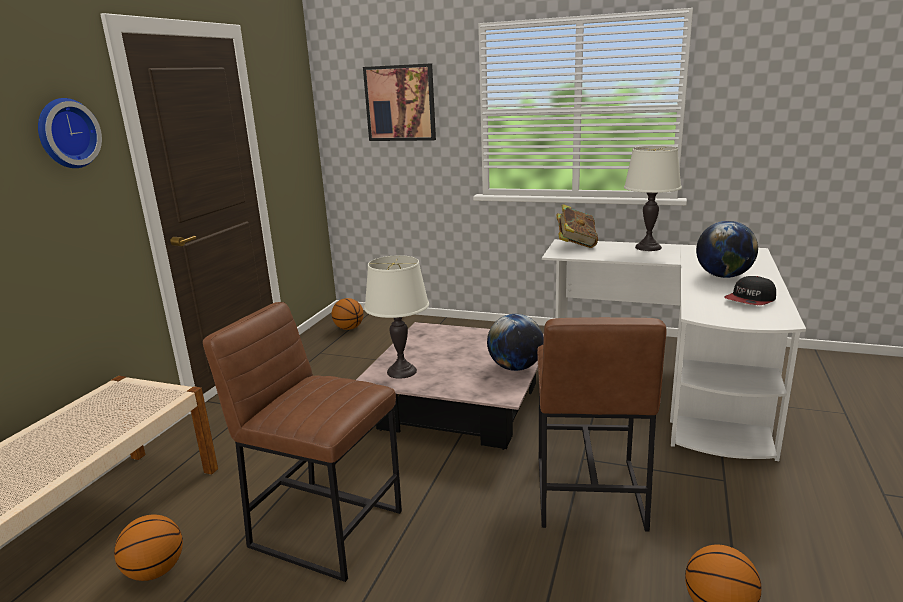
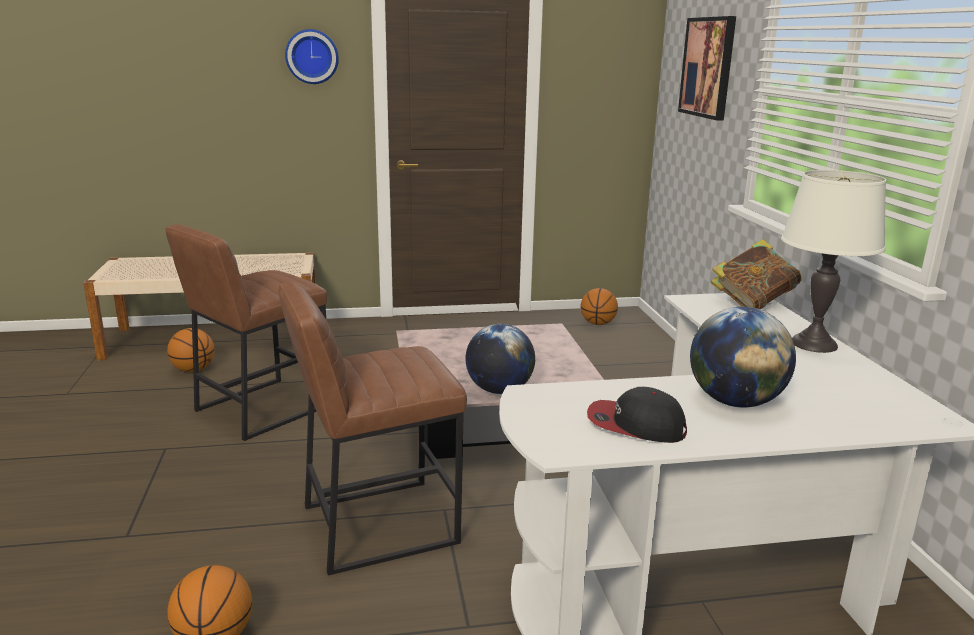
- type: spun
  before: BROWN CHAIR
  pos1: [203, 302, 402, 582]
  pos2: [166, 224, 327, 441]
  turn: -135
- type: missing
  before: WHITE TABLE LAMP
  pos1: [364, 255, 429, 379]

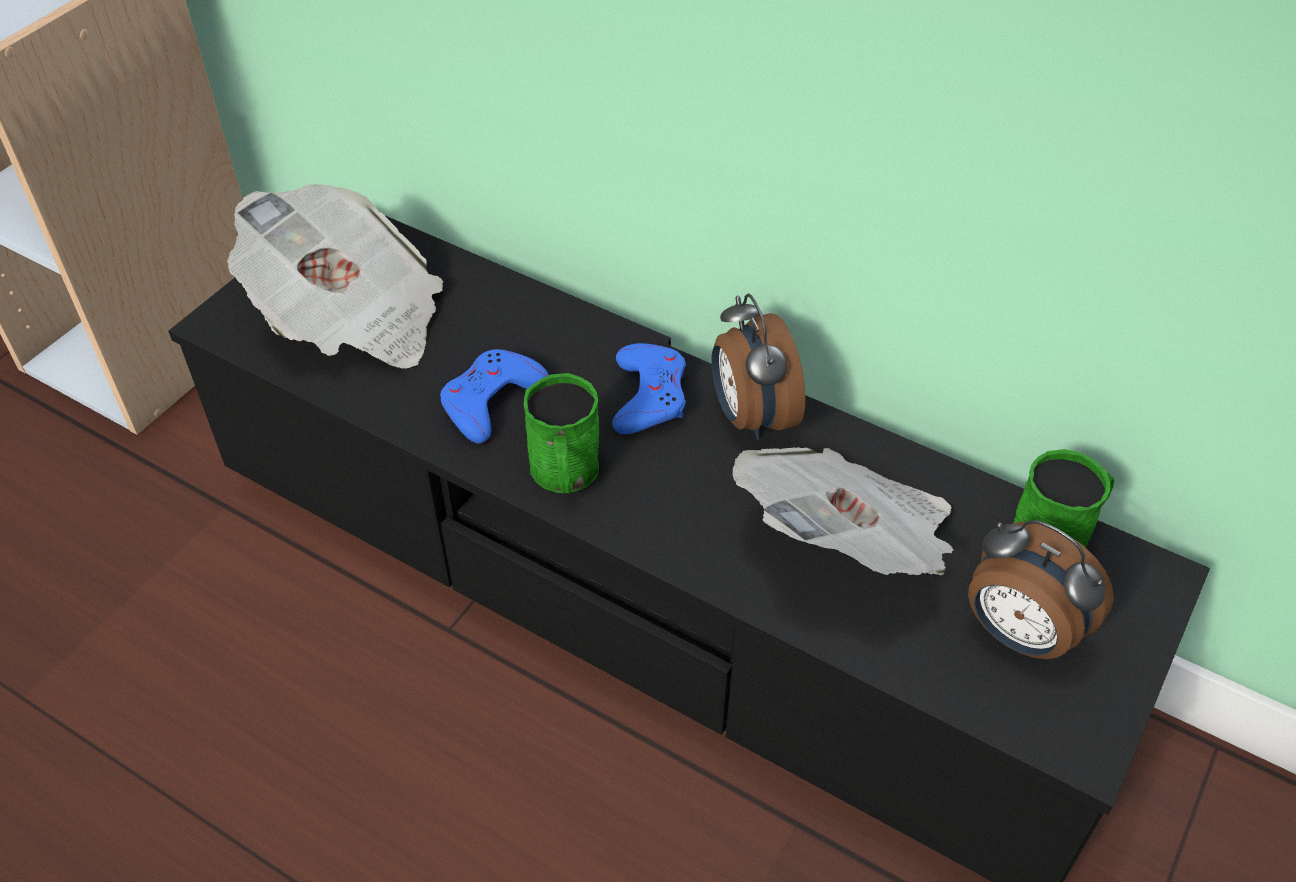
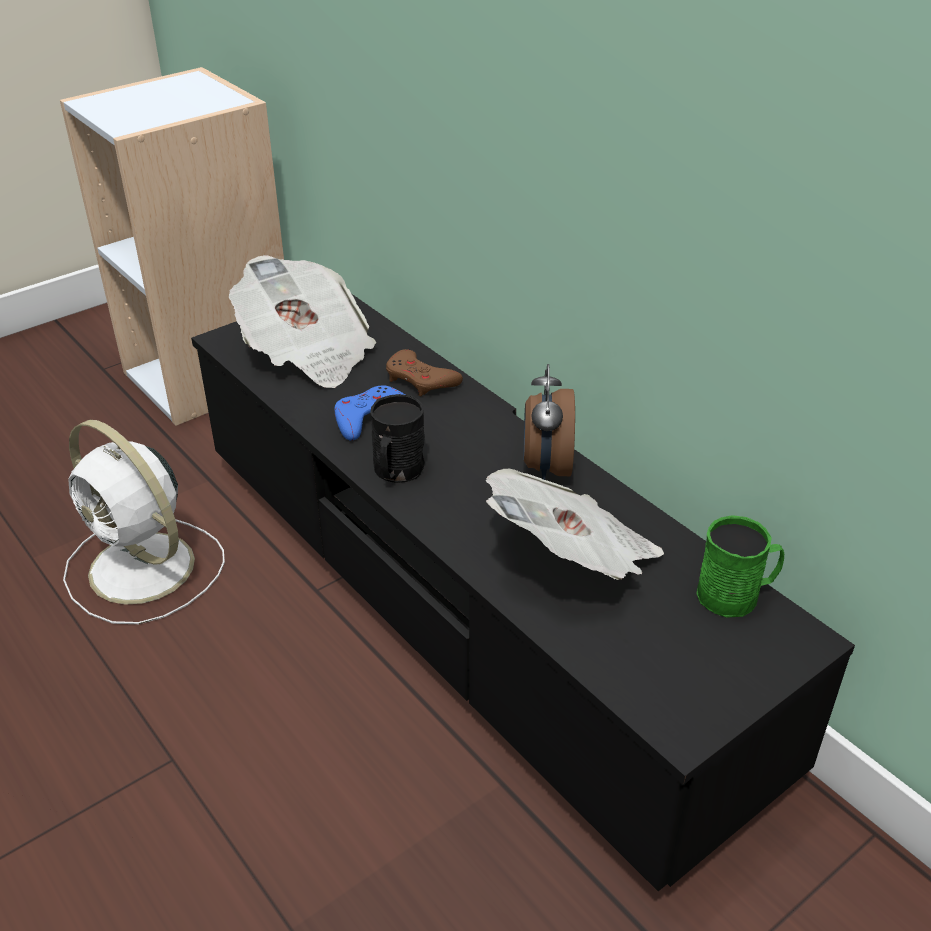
- type: colour
  before: GREEN MUG
  after: BLACK MUG
  pos1: [524, 373, 599, 494]
  pos2: [370, 394, 425, 483]
- type: missing
  before: BLUE GAME CONTROLLER
  pos1: [612, 343, 686, 434]
- type: missing
  before: ALARM CLOCK
  pos1: [968, 520, 1114, 659]
- type: appeared
  after: WHITE FAN
  pos2: [63, 420, 225, 624]
- type: appeared
  after: BROWN GAME CONTROLLER
  pos2: [386, 349, 463, 396]

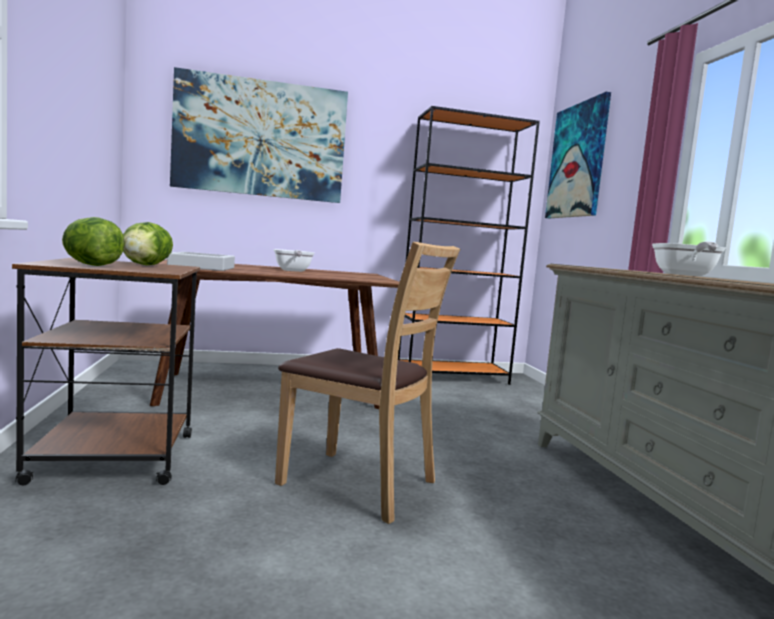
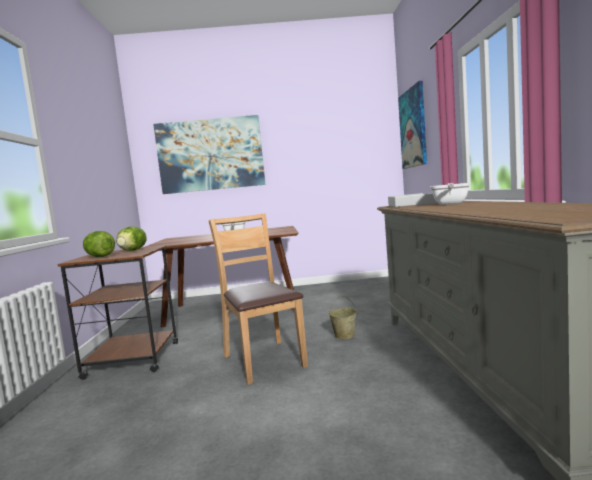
- type: relocated
  before: GREY TRAY
  pos1: [167, 252, 235, 271]
  pos2: [388, 193, 437, 207]
- type: spun
  before: BROWN CHAIR
  pos1: [275, 242, 460, 524]
  pos2: [209, 213, 308, 385]
  turn: -150
- type: missing
  before: ORANGE BOOKCASE
  pos1: [398, 106, 540, 385]
- type: appeared
  after: BEIGE BUCKET
  pos2: [329, 296, 357, 339]

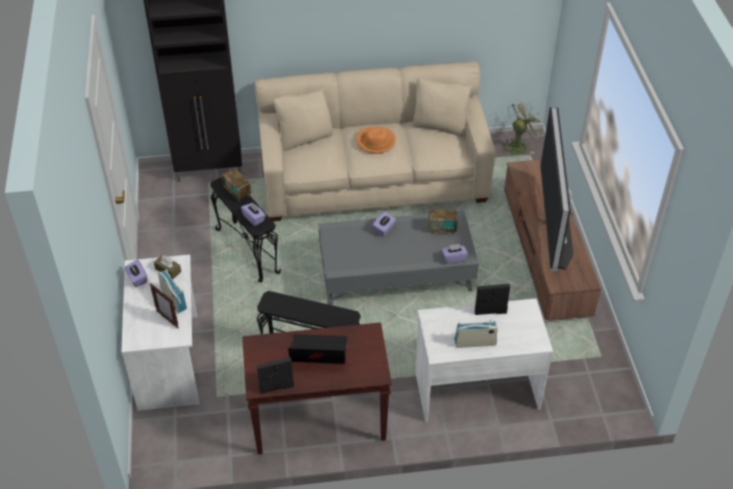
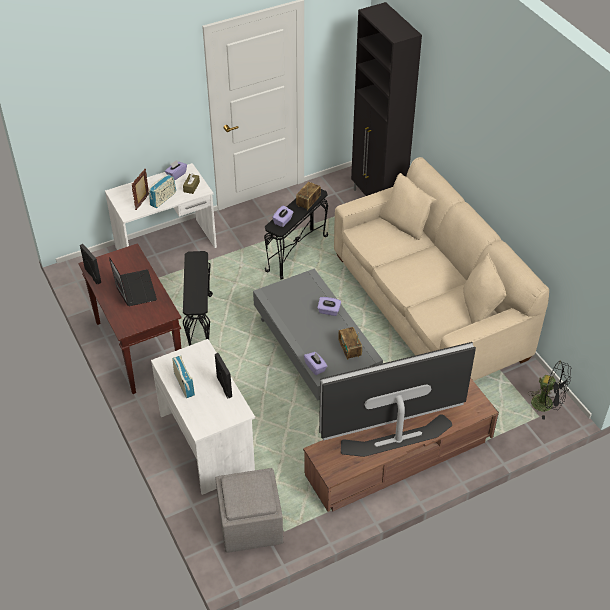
- type: missing
  before: ORANGE HAT
  pos1: [356, 127, 396, 154]
- type: colour
  before: GREEN FAN
  after: BLACK FAN
  pos1: [501, 100, 545, 155]
  pos2: [527, 360, 571, 419]
- type: appeared
  after: GREY OTTOMAN
  pos2: [215, 468, 283, 553]

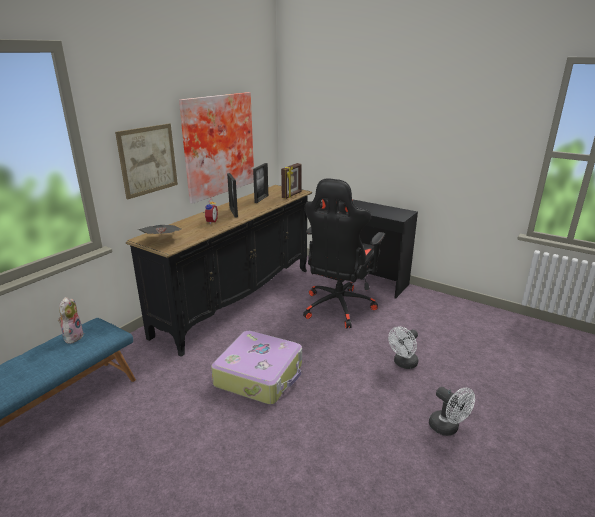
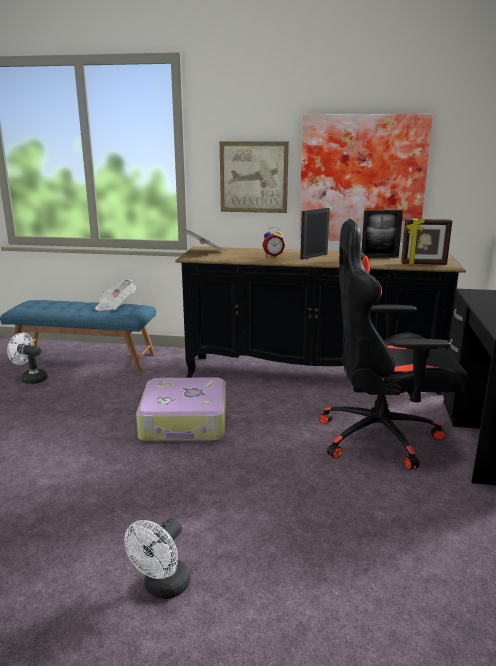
- type: exchanged
  before: PLUSH TOY
  after: NEWSPAPER
  pos1: [58, 297, 84, 344]
  pos2: [95, 279, 136, 311]
- type: relocated
  before: WHITE FAN
  pos1: [388, 326, 419, 369]
  pos2: [7, 333, 48, 384]

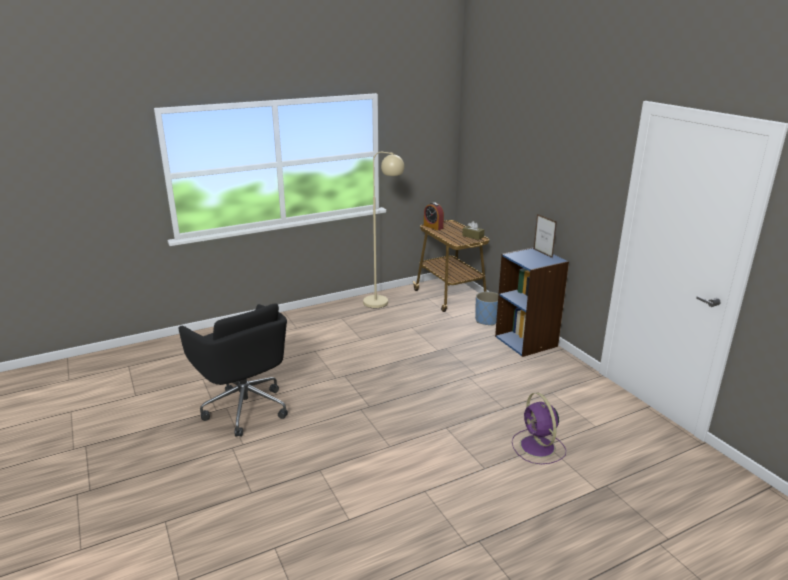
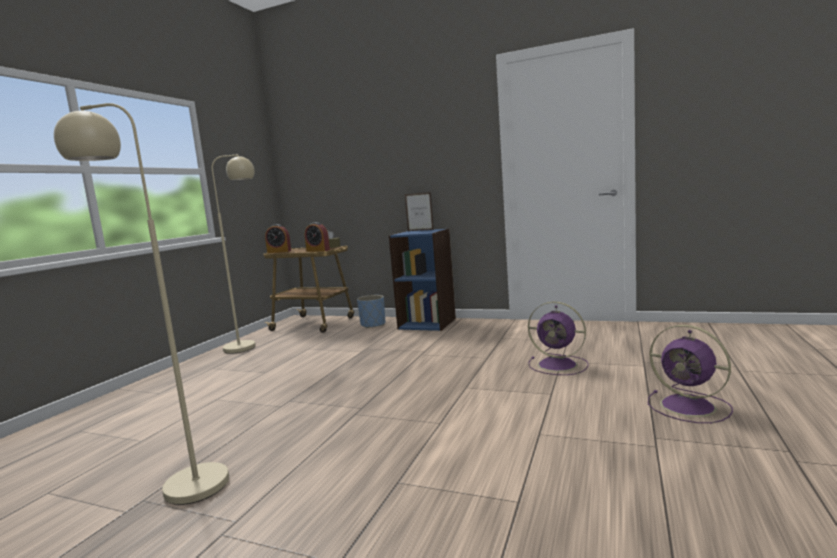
- type: exchanged
  before: BLACK OFFICE CHAIR
  after: BEIGE FLOOR LAMP
  pos1: [179, 303, 288, 437]
  pos2: [54, 103, 229, 505]
- type: appeared
  after: ALARM CLOCK
  pos2: [305, 222, 330, 252]
- type: appeared
  after: PURPLE FAN
  pos2: [648, 325, 733, 423]

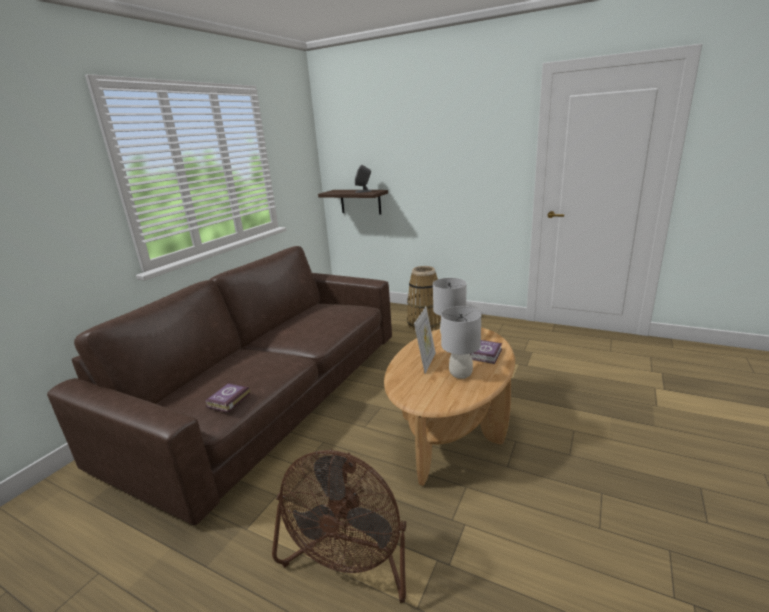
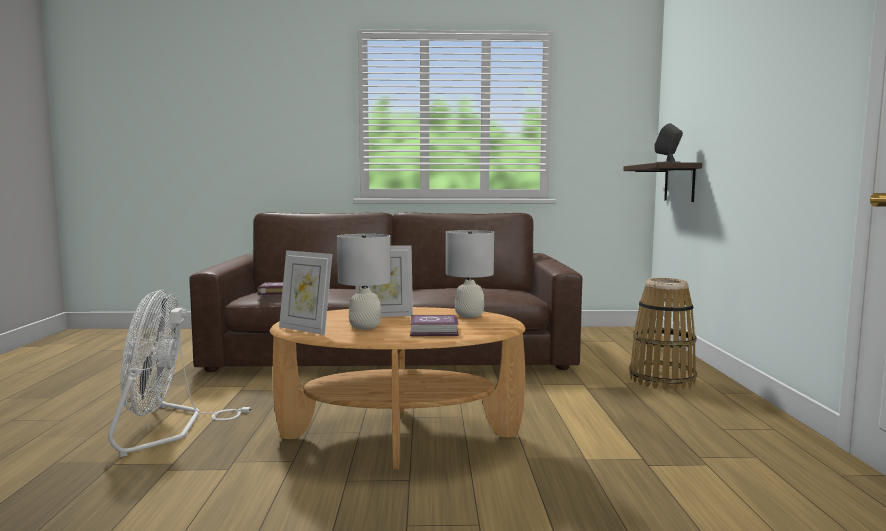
- type: colour
  before: BROWN FAN
  after: WHITE FAN
  pos1: [272, 449, 406, 603]
  pos2: [108, 290, 252, 457]
- type: appeared
  after: PICTURE FRAME
  pos2: [279, 250, 332, 335]

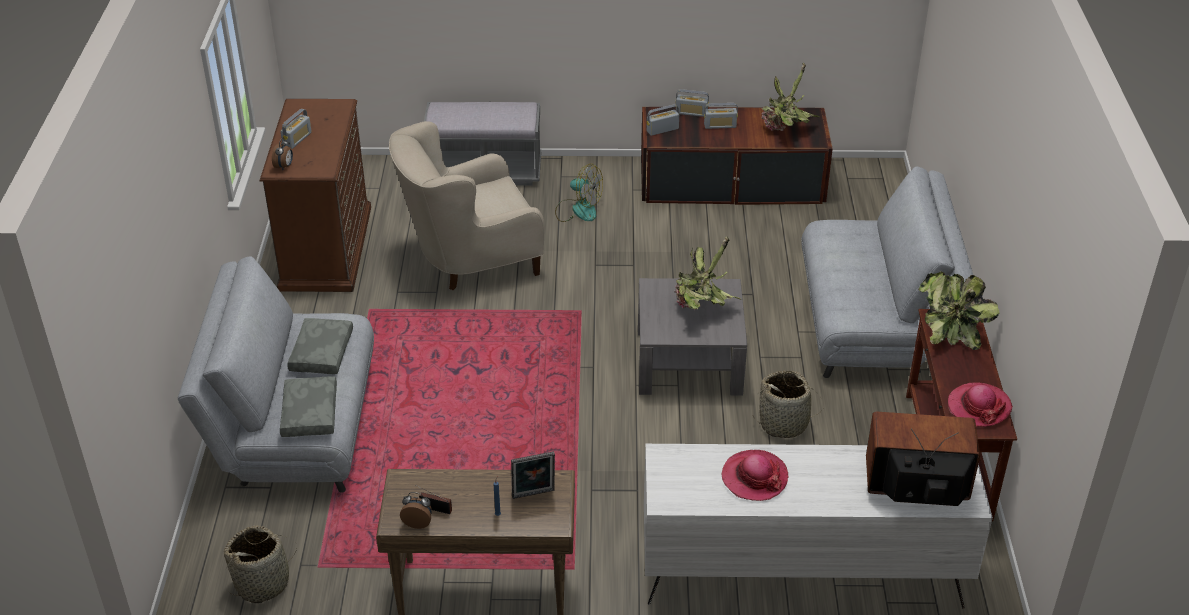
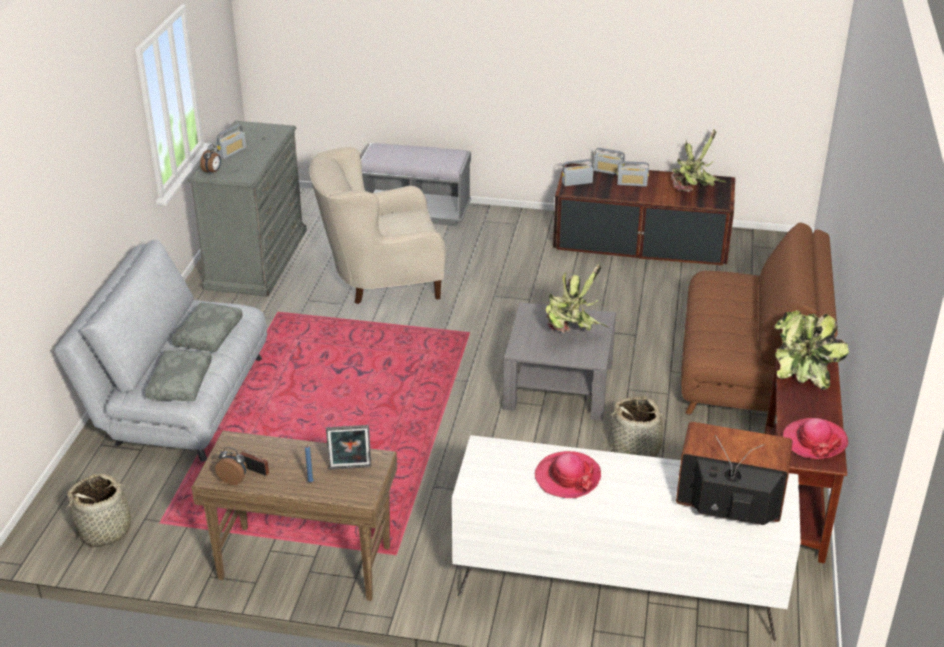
- type: colour
  before: BROWN DRESSER
  after: GREY DRESSER
  pos1: [259, 99, 371, 292]
  pos2: [188, 121, 307, 296]
- type: missing
  before: FAN
  pos1: [555, 164, 603, 222]
- type: colour
  before: GREY SOFA
  after: BROWN SOFA
  pos1: [801, 167, 973, 378]
  pos2: [681, 223, 838, 417]

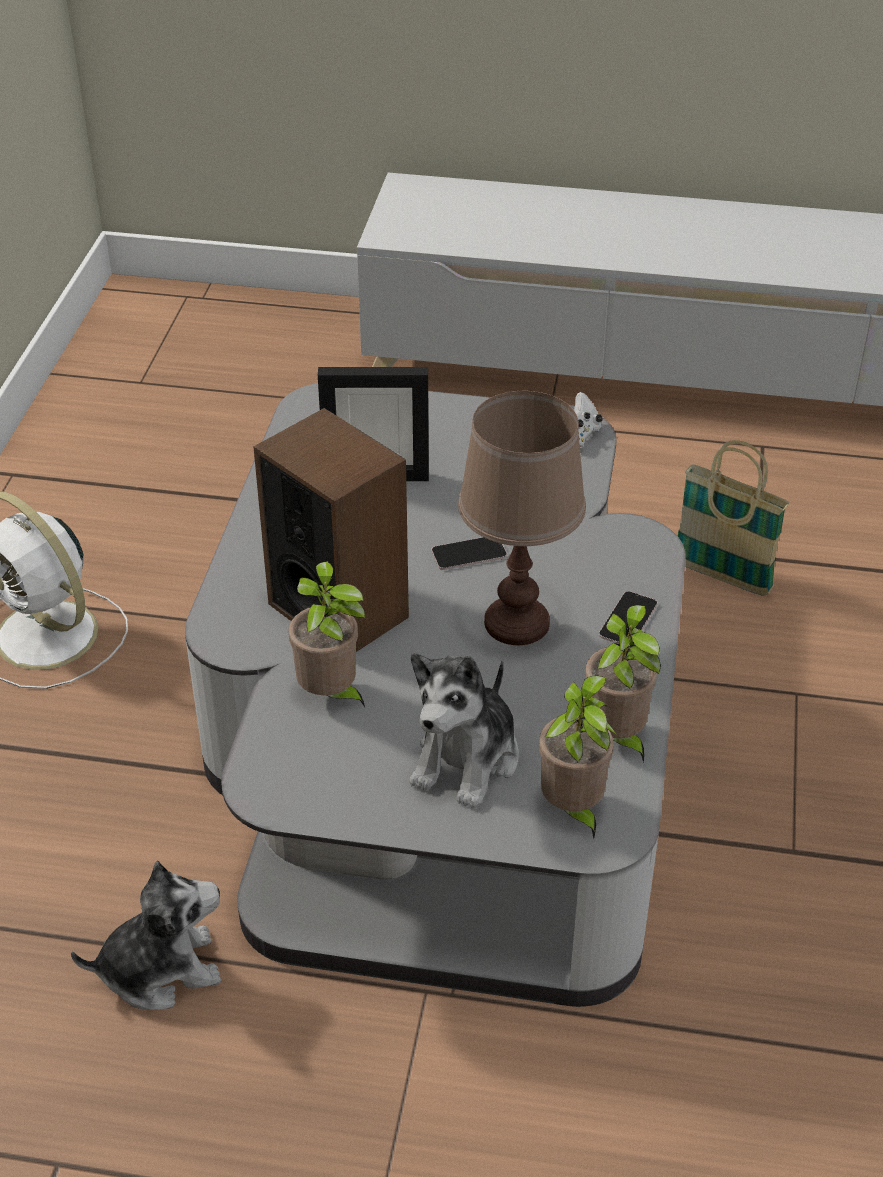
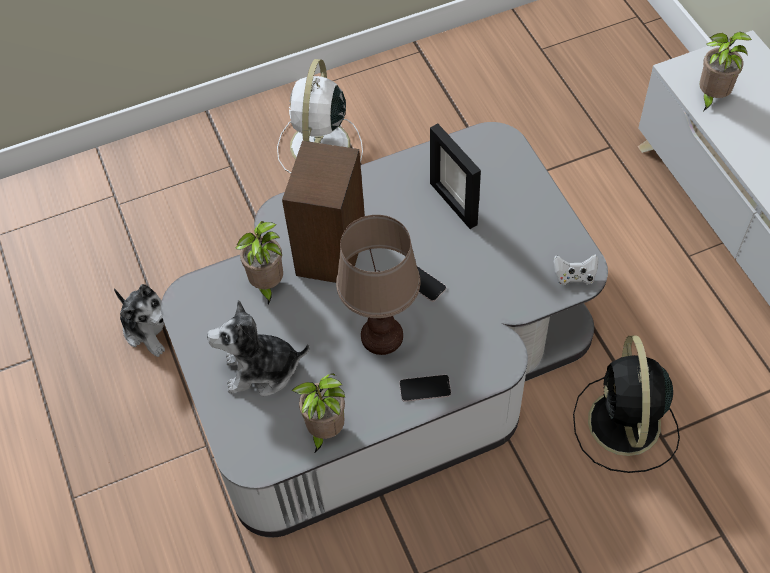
- type: relocated
  before: POTTED PLANT
  pos1: [539, 676, 617, 838]
  pos2: [699, 32, 752, 111]
- type: exchanged
  before: BASKET
  after: BLACK FAN
  pos1: [678, 440, 789, 596]
  pos2: [573, 336, 680, 473]

